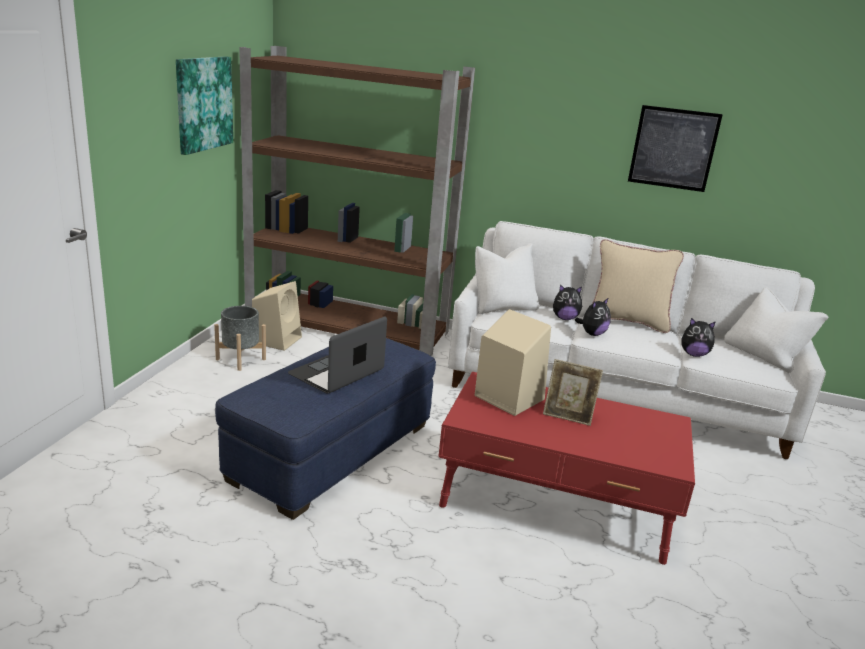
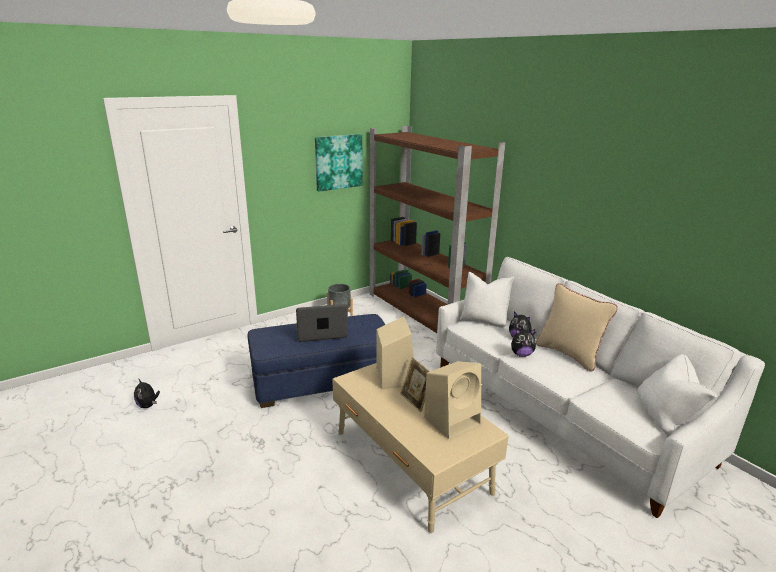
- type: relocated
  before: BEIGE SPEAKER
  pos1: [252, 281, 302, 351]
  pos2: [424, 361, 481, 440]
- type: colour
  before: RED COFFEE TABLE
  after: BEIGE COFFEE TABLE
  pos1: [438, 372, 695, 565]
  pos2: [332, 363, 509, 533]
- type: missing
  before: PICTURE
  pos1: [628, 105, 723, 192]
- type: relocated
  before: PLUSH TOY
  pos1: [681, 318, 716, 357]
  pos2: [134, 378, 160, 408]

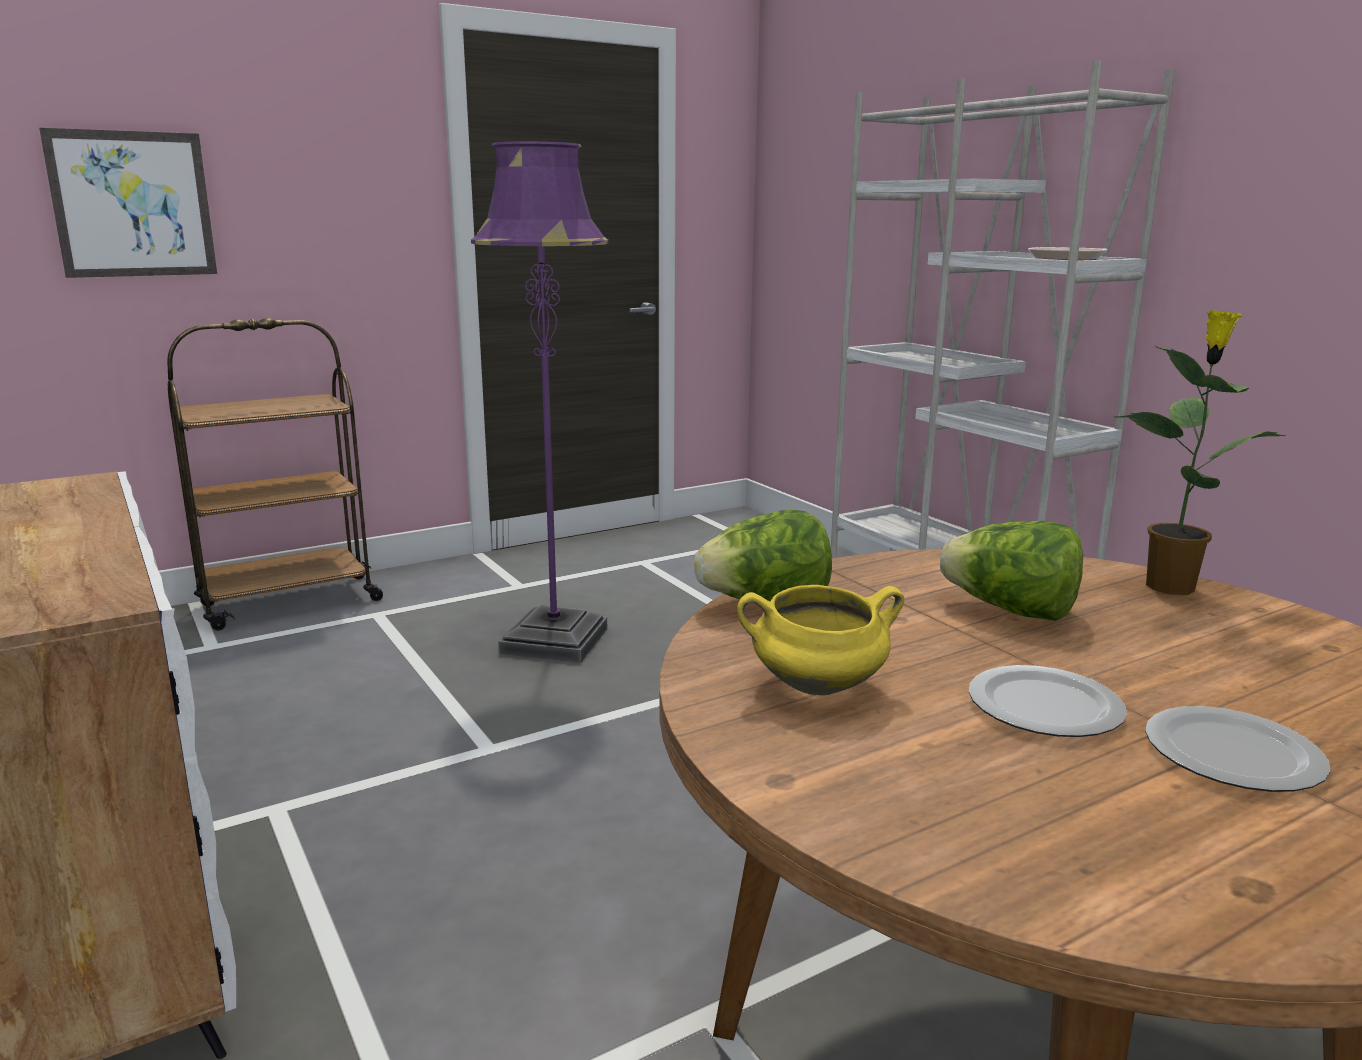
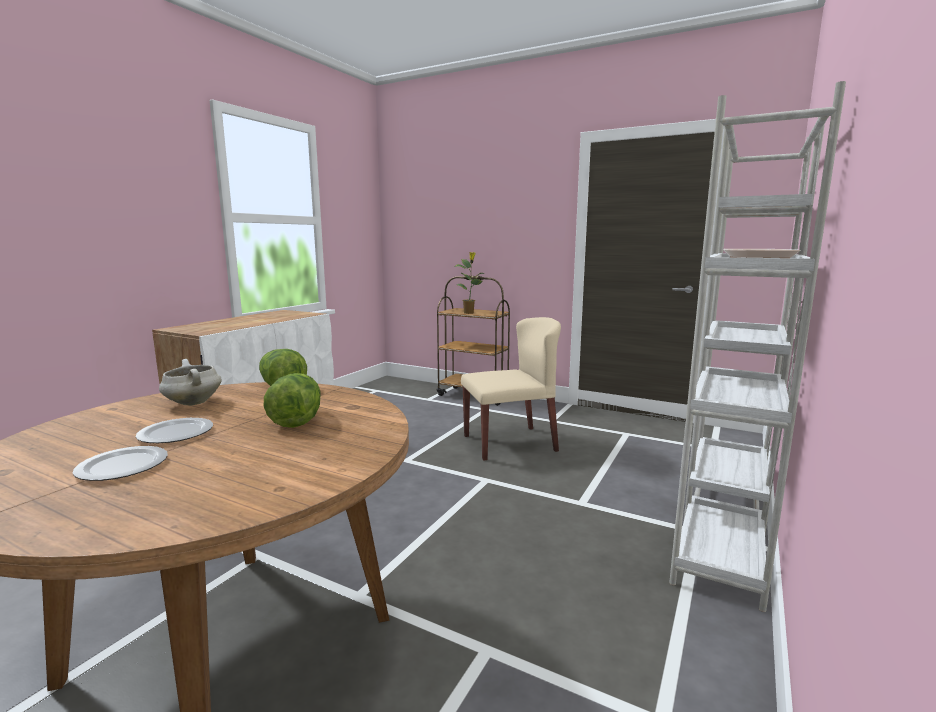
- type: missing
  before: PICTURE
  pos1: [39, 128, 217, 278]
- type: exchanged
  before: PURPLE FLOOR LAMP
  after: BEIGE CHAIR
  pos1: [471, 141, 609, 663]
  pos2: [461, 317, 561, 461]
- type: colour
  before: YELLOW COOKING POT
  after: WHITE COOKING POT
  pos1: [737, 585, 904, 695]
  pos2: [159, 359, 222, 406]
- type: relocated
  before: POTTED PLANT
  pos1: [1115, 310, 1287, 595]
  pos2: [454, 252, 484, 314]

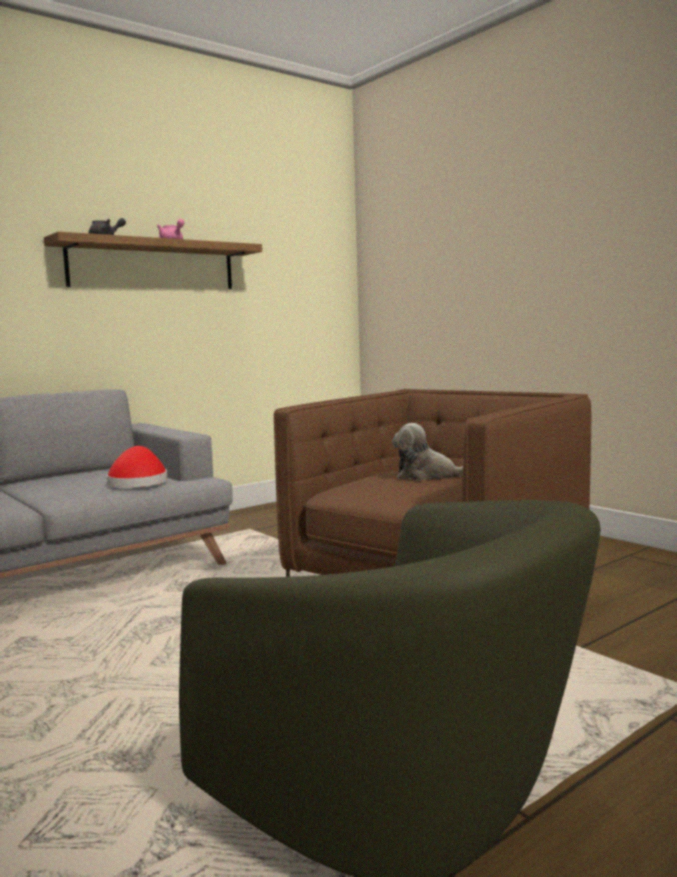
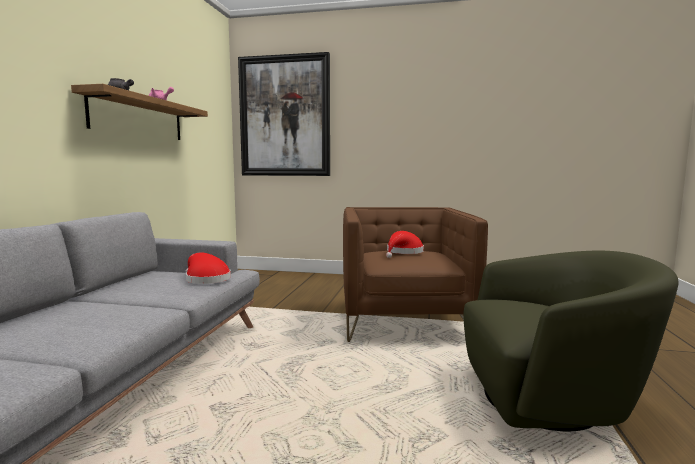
- type: exchanged
  before: PLUSH TOY
  after: RED HAT
  pos1: [392, 423, 463, 480]
  pos2: [386, 231, 424, 258]
- type: appeared
  after: PICTURE
  pos2: [238, 52, 330, 176]

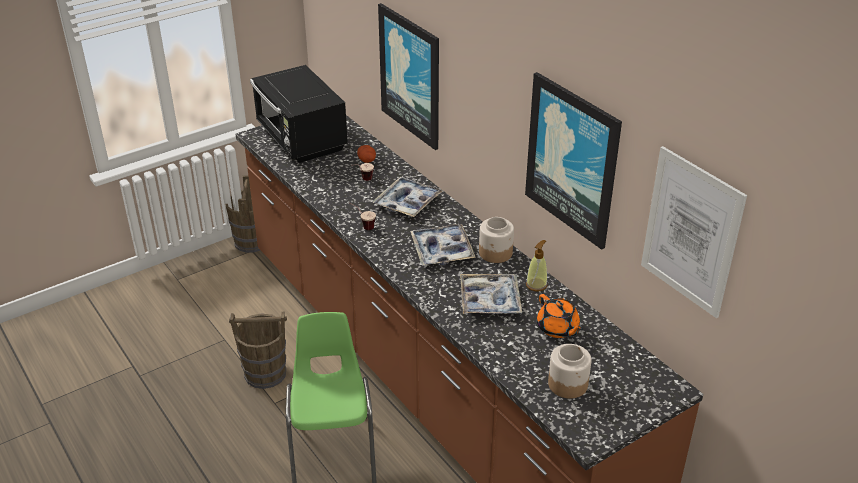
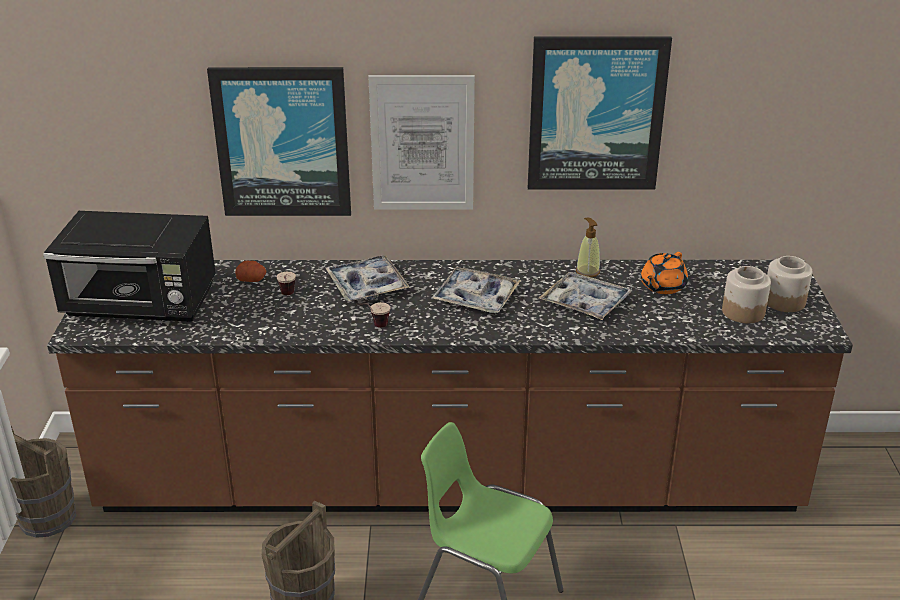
- type: relocated
  before: JAR
  pos1: [479, 217, 514, 263]
  pos2: [767, 256, 812, 312]
- type: spun
  before: ORANGE TEAPOT
  pos1: [537, 294, 583, 338]
  pos2: [641, 252, 688, 294]
  turn: 120
- type: relocated
  before: PICTURE
  pos1: [641, 146, 747, 318]
  pos2: [368, 75, 475, 210]

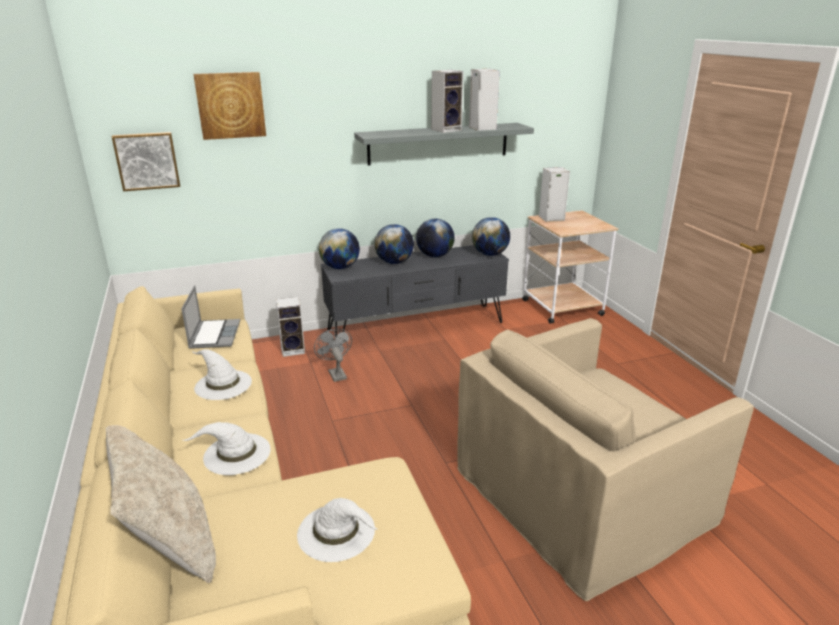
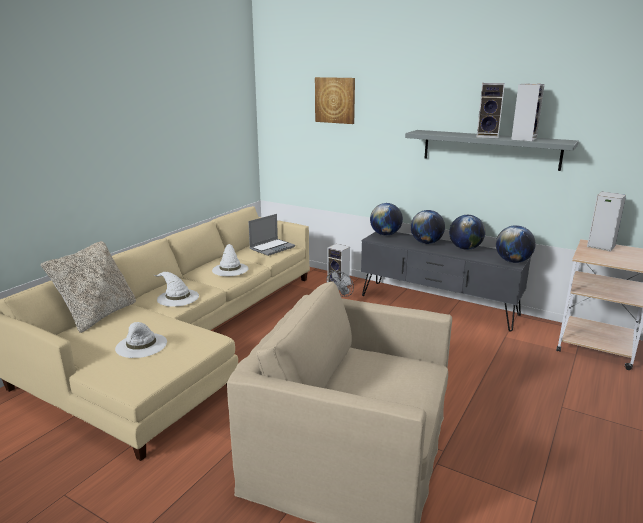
- type: missing
  before: PICTURE
  pos1: [112, 132, 180, 191]

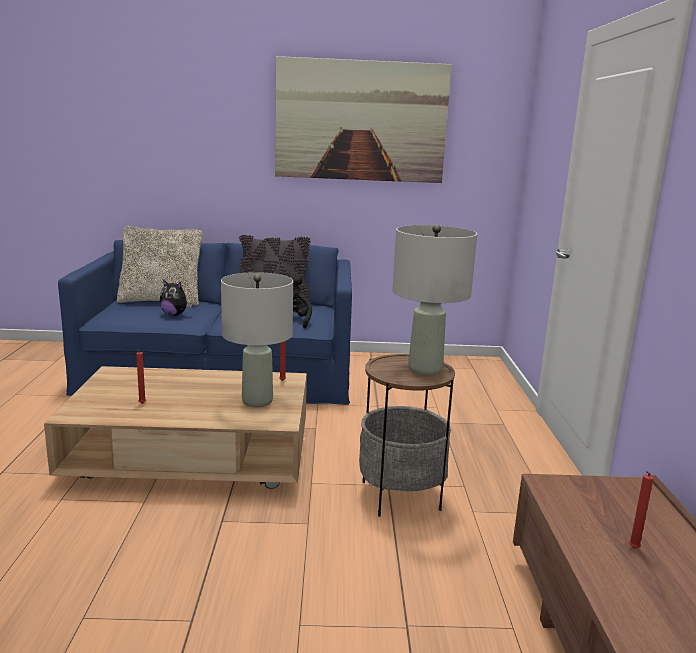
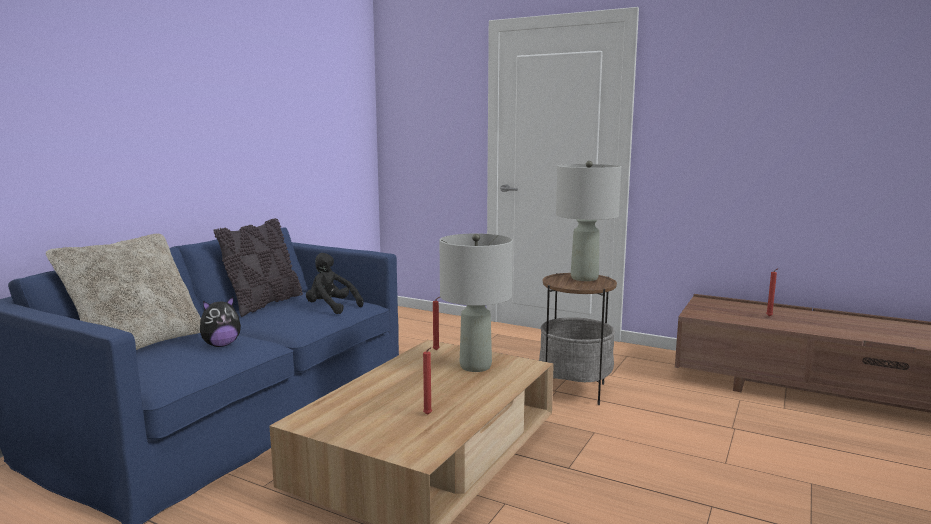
- type: missing
  before: PICTURE
  pos1: [275, 56, 452, 183]

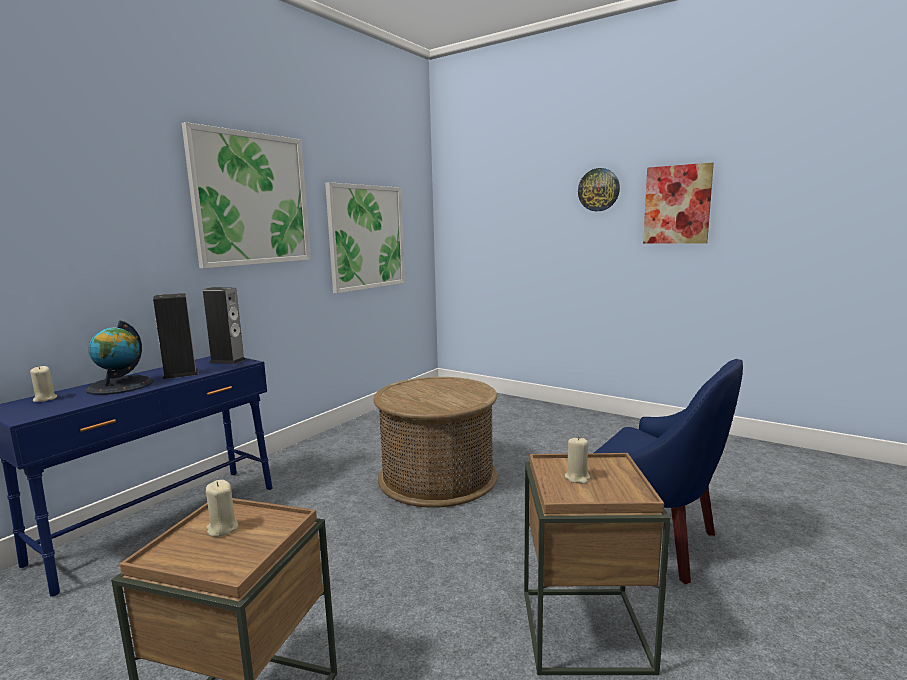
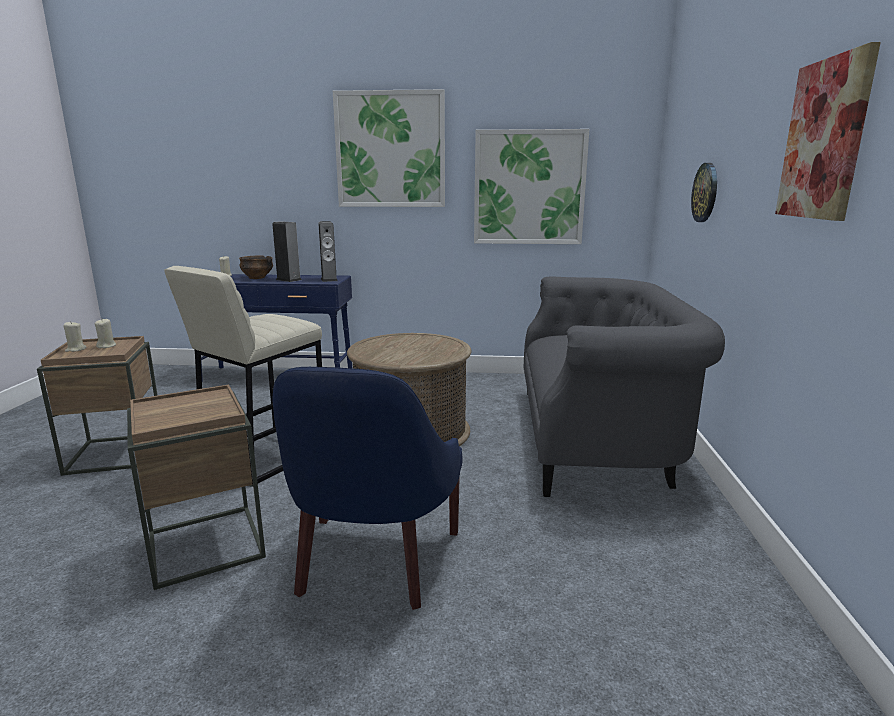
- type: exchanged
  before: GLOBE
  after: BOWL
  pos1: [85, 320, 154, 395]
  pos2: [239, 255, 273, 279]
- type: relocated
  before: BEIGE CANDLE
  pos1: [565, 436, 590, 484]
  pos2: [63, 321, 86, 352]
- type: relocated
  before: WALL CLOCK
  pos1: [578, 168, 620, 211]
  pos2: [691, 163, 717, 222]
- type: appeared
  after: BEIGE STOOL
  pos2: [164, 266, 322, 484]
- type: appeared
  after: GREY SOFA
  pos2: [524, 277, 725, 497]

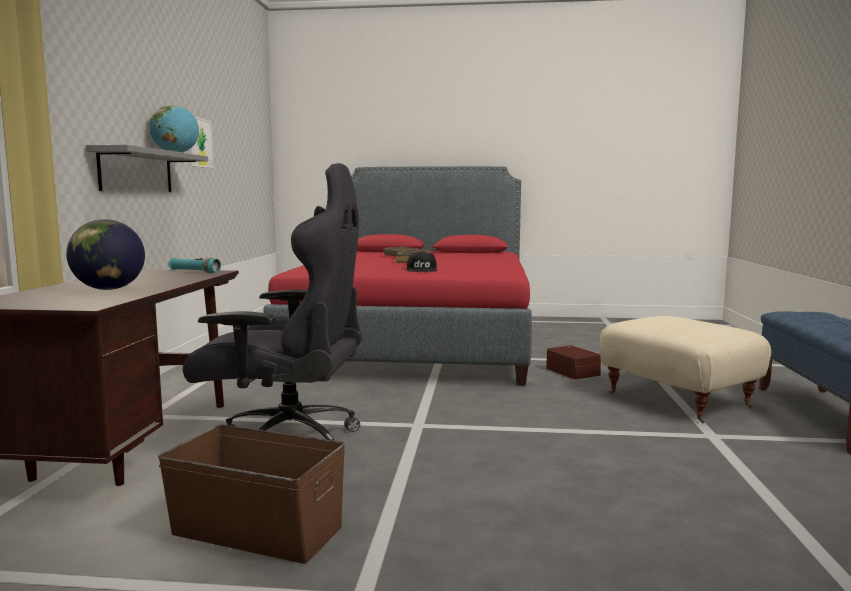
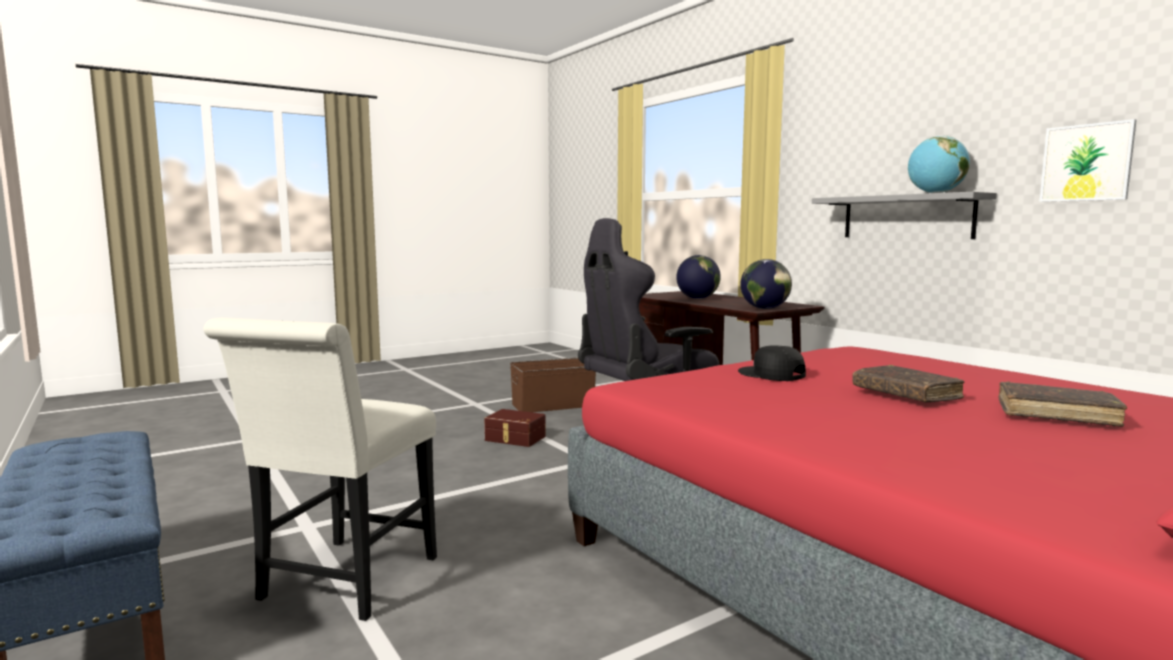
- type: exchanged
  before: TURQUOISE FLASHLIGHT
  after: GLOBE
  pos1: [169, 258, 221, 273]
  pos2: [740, 259, 792, 309]
- type: relocated
  before: BROWN STORAGE BOX
  pos1: [546, 345, 601, 380]
  pos2: [484, 409, 546, 447]
- type: exchanged
  before: BEIGE OTTOMAN
  after: WHITE CHAIR
  pos1: [599, 316, 771, 423]
  pos2: [203, 318, 437, 621]

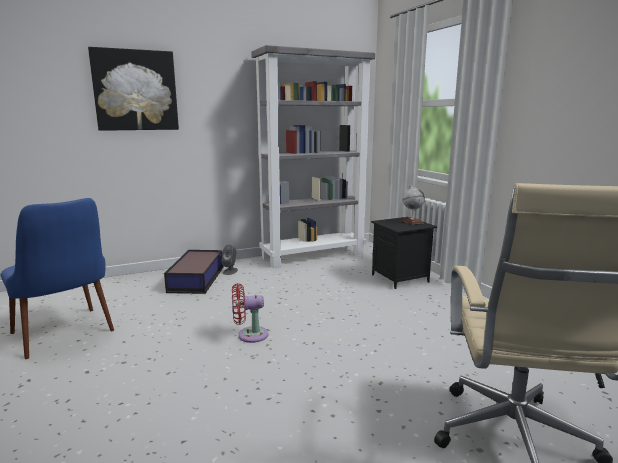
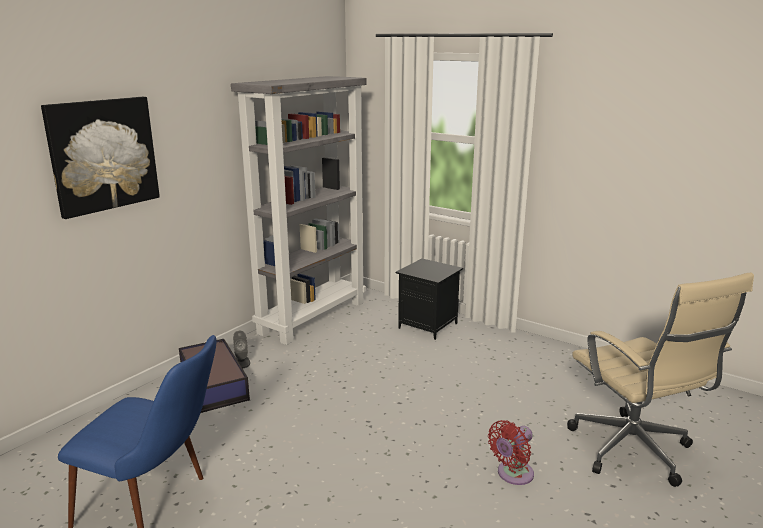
- type: relocated
  before: RED FAN
  pos1: [232, 283, 268, 343]
  pos2: [488, 420, 534, 485]
- type: missing
  before: GLOBE
  pos1: [401, 186, 425, 225]

